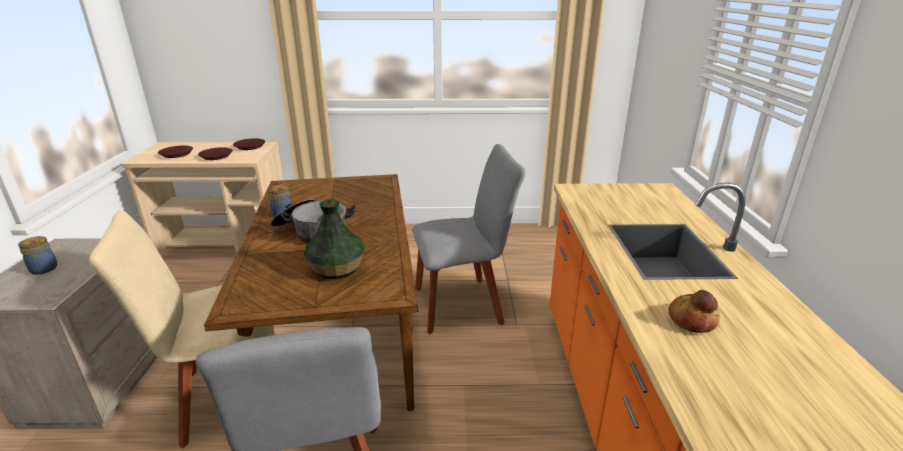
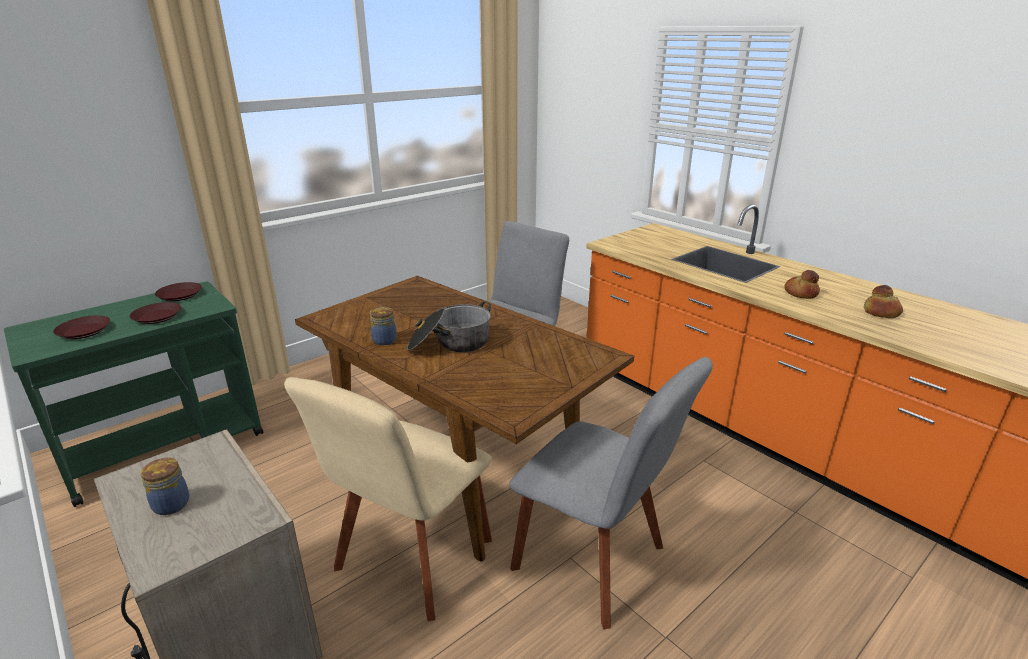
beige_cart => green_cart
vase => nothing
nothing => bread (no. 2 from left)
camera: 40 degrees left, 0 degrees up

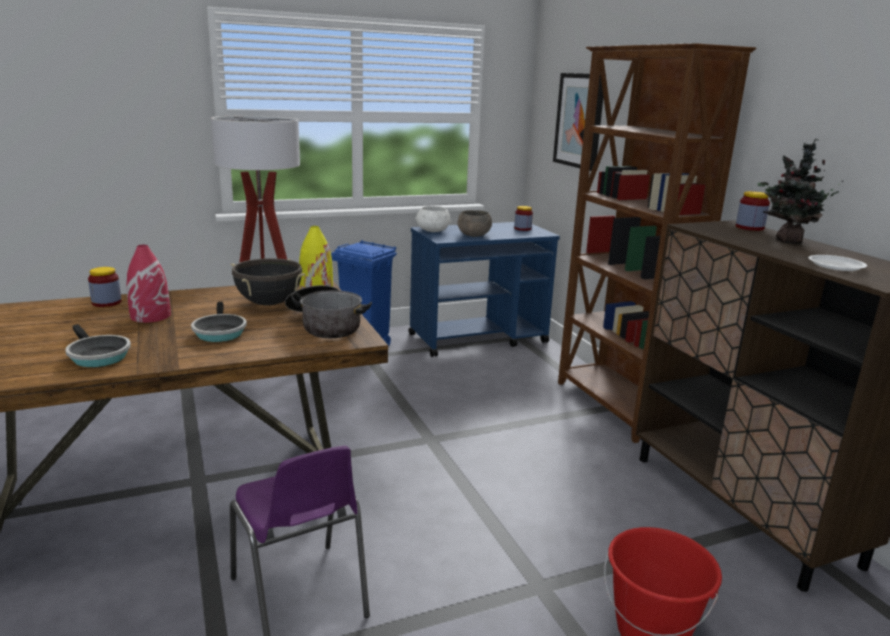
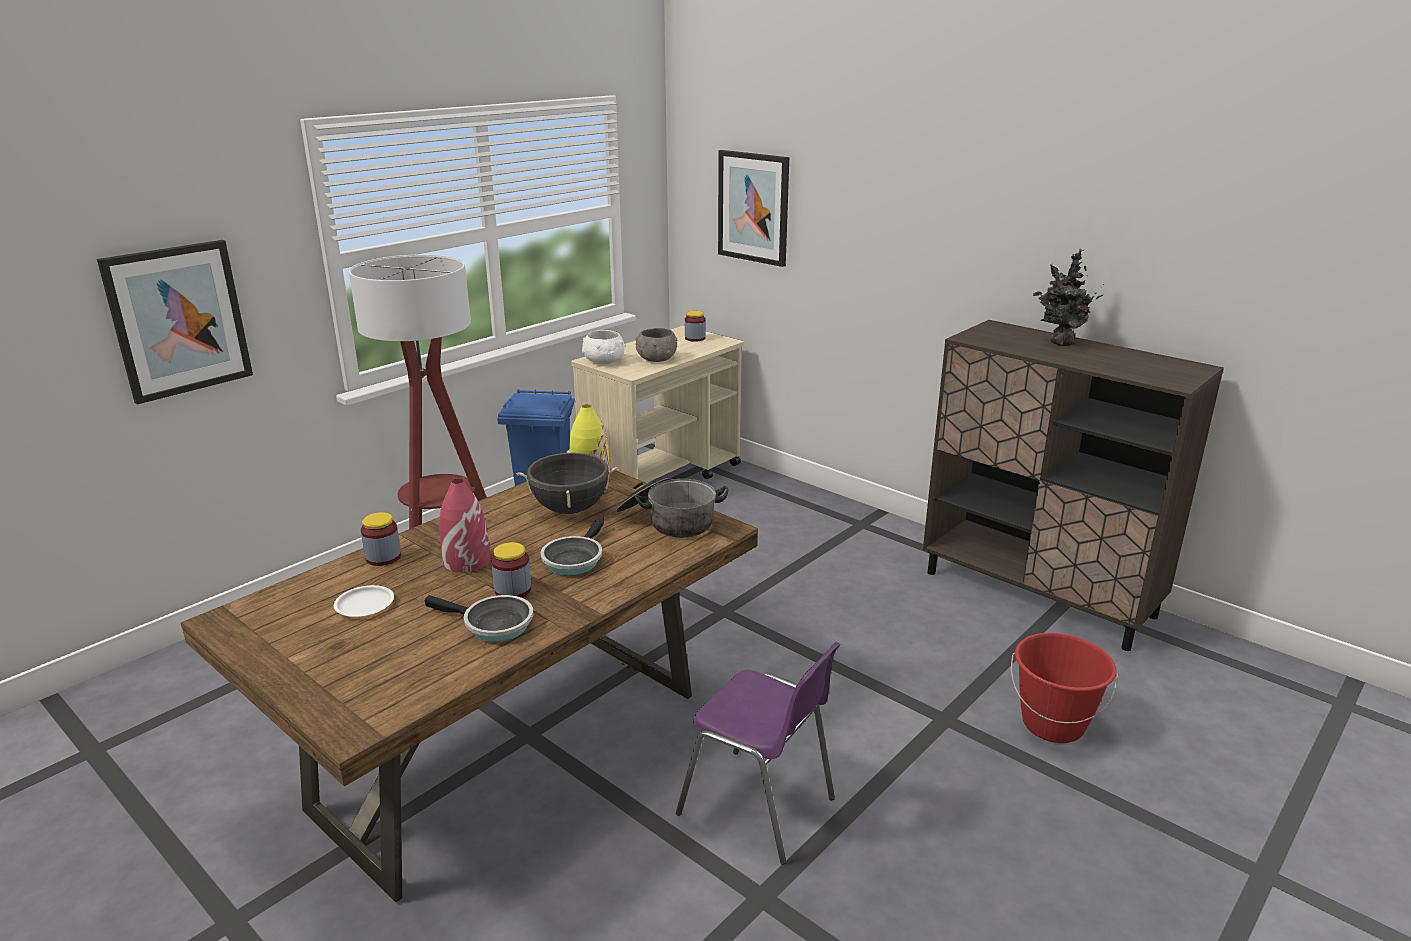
brown_bookcase => nothing
jar (no. 3 from left in the first image) => jar (no. 2 from left), relocated
blue_cart => beige_cart
white_plate, relocated
frying_pan (no. 2 from left), 60 degrees clockwise
nothing => picture (no. 1 from left)
camera: 25 degrees left, 5 degrees up

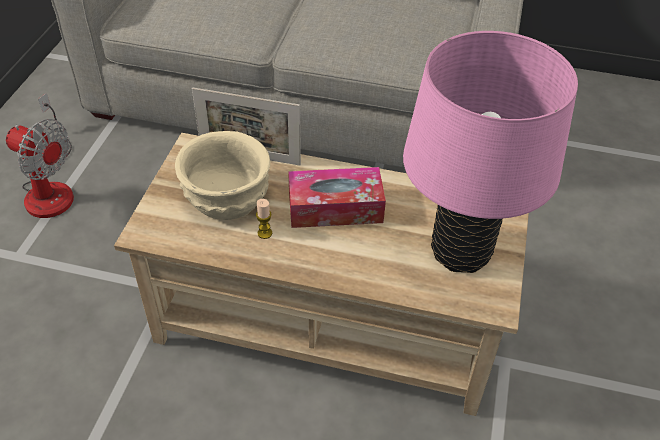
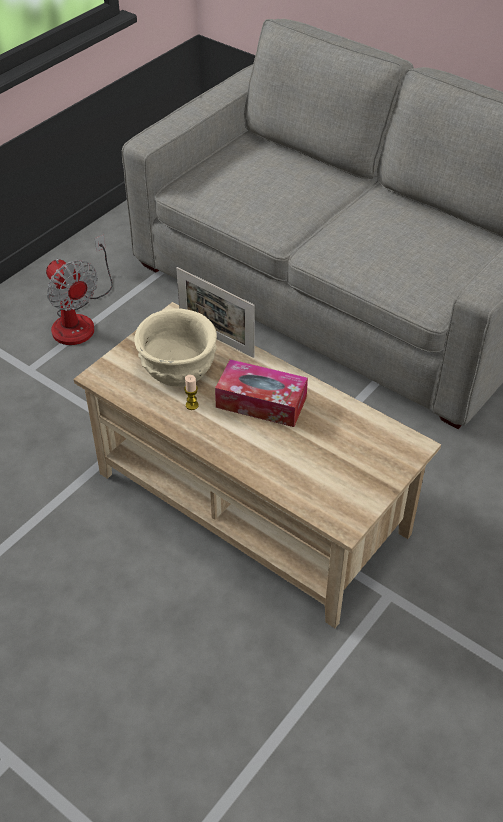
pink_table_lamp => nothing
camera: 25 degrees right, 0 degrees up

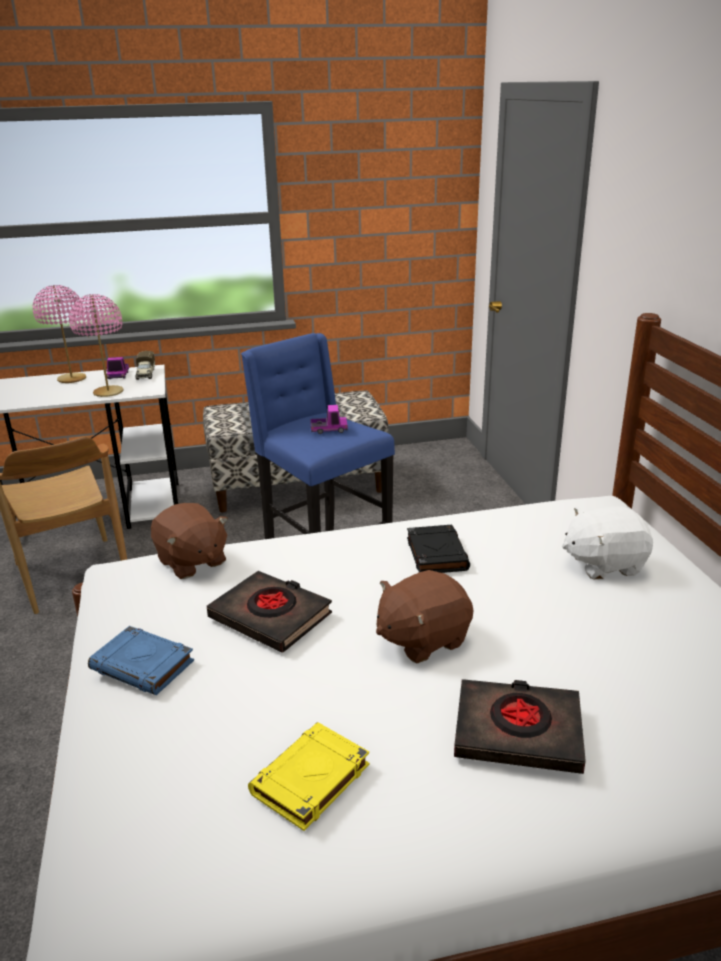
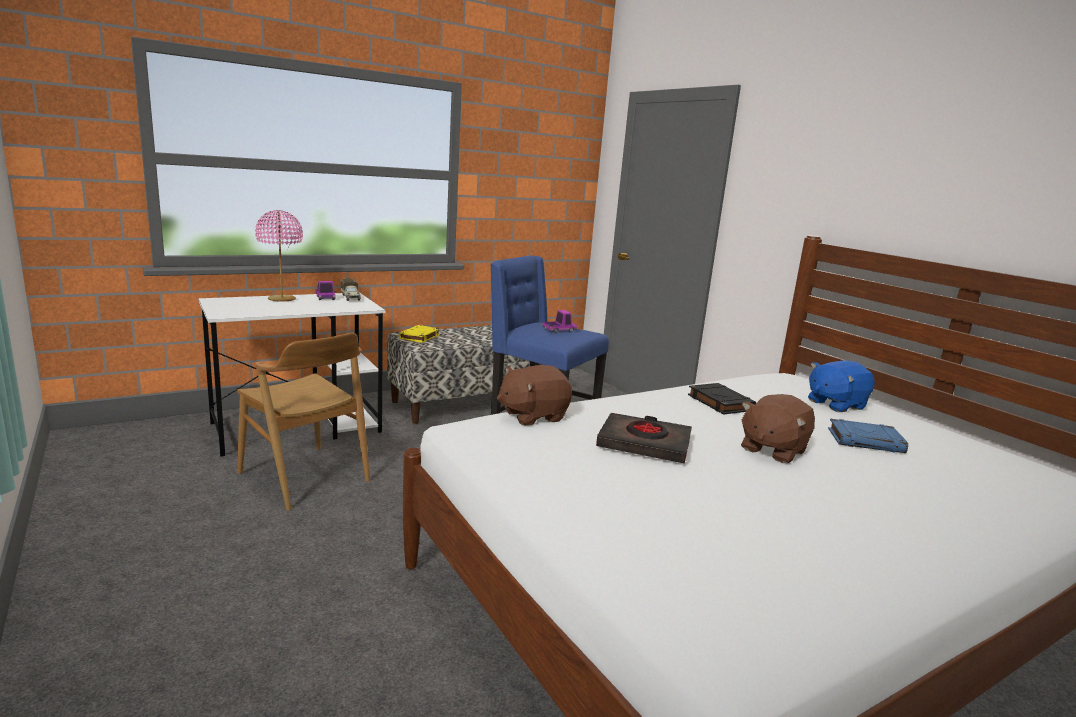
pink_table_lamp (no. 2 from left) => nothing
brown_plush_toy (no. 1 from left), 120 degrees clockwise
white_plush_toy => blue_plush_toy
blue_book, relocated
black_book (no. 3 from left) => nothing
yellow_book, relocated
camera: 20 degrees left, 10 degrees down

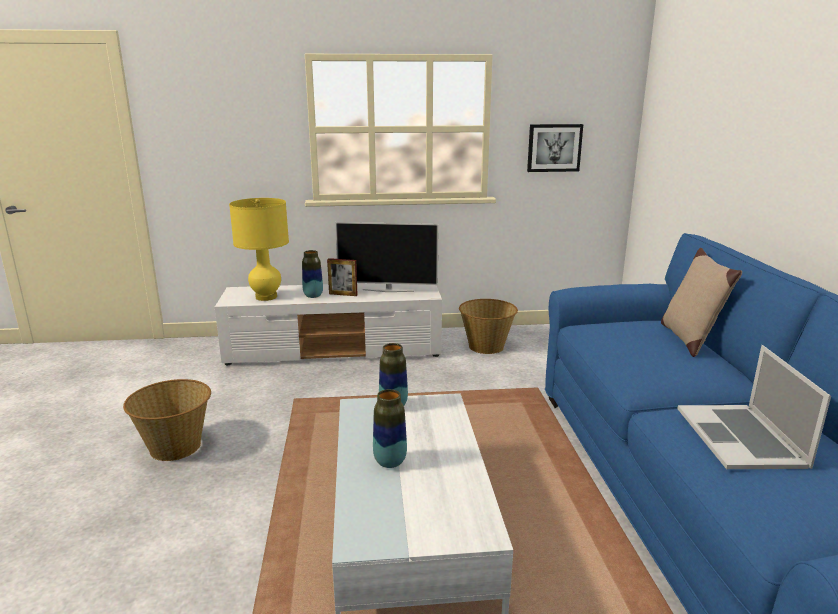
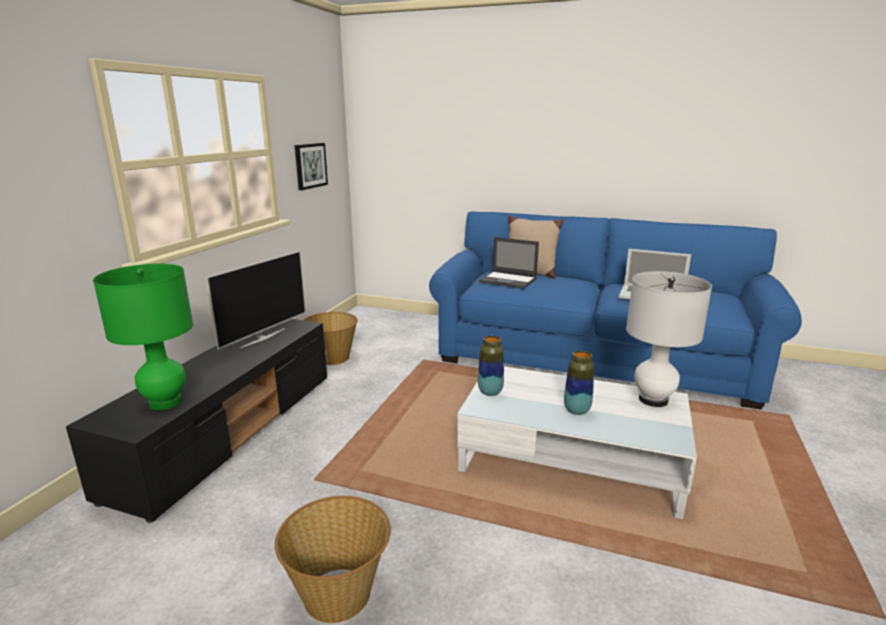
yellow_table_lamp => green_table_lamp
vase (no. 1 from left) => nothing
picture_frame => nothing
white_tv_stand => black_tv_stand
nothing => laptop (no. 1 from left)
nothing => white_table_lamp
camera: 65 degrees left, 0 degrees up

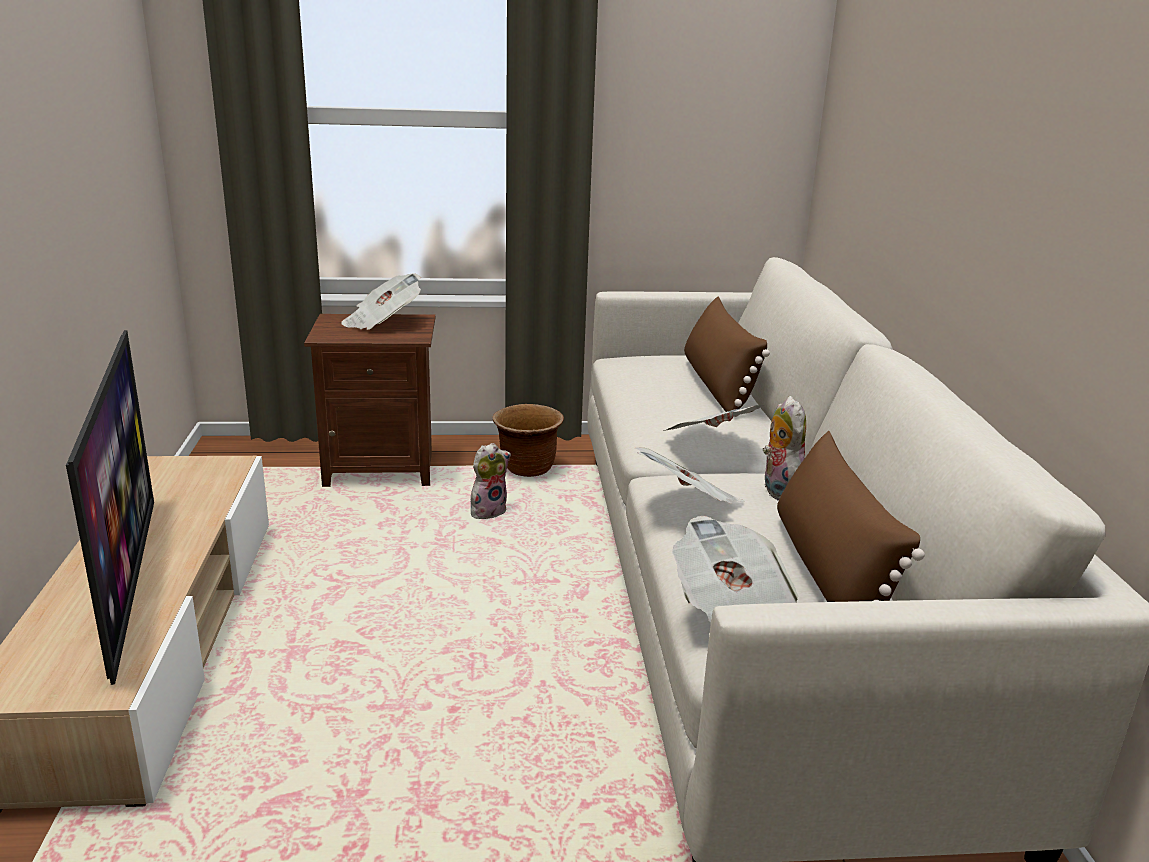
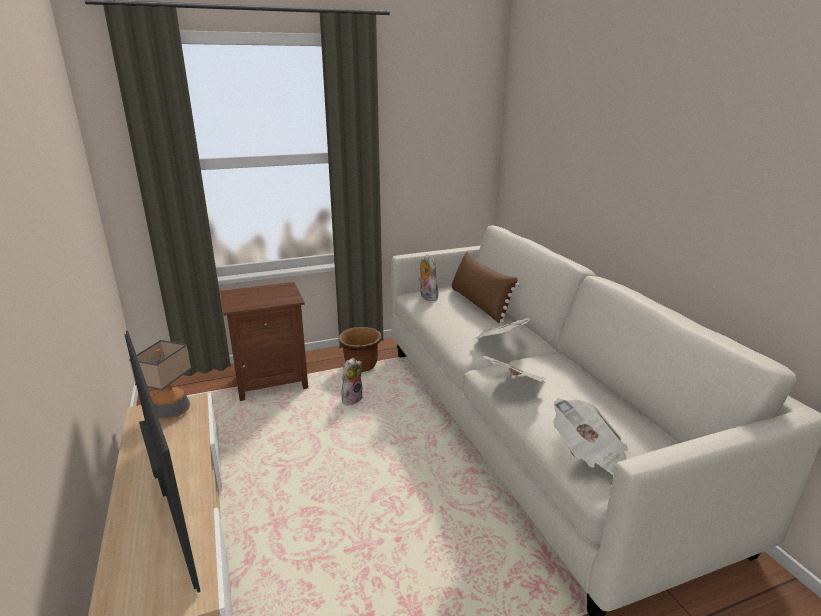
newspaper (no. 1 from left) => nothing
plush_toy (no. 2 from left), relocated
brown_pillow (no. 2 from left) => nothing
nothing => table_lamp
camera: 15 degrees left, 0 degrees up

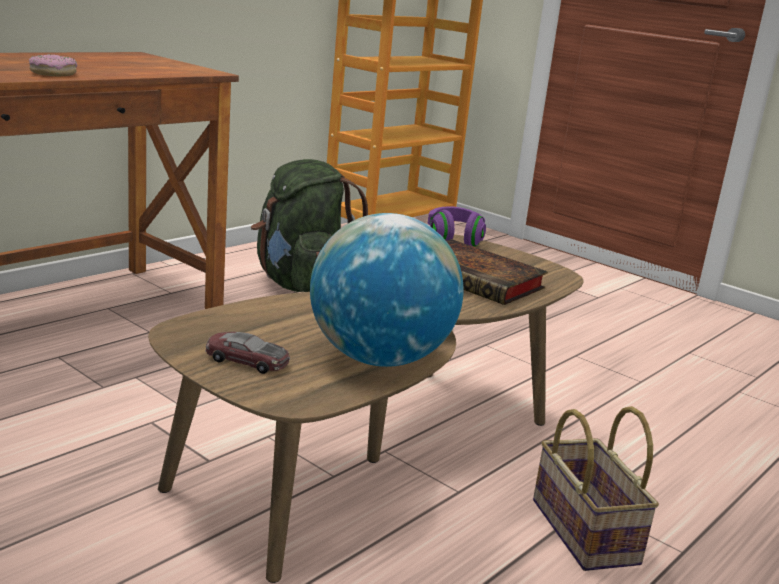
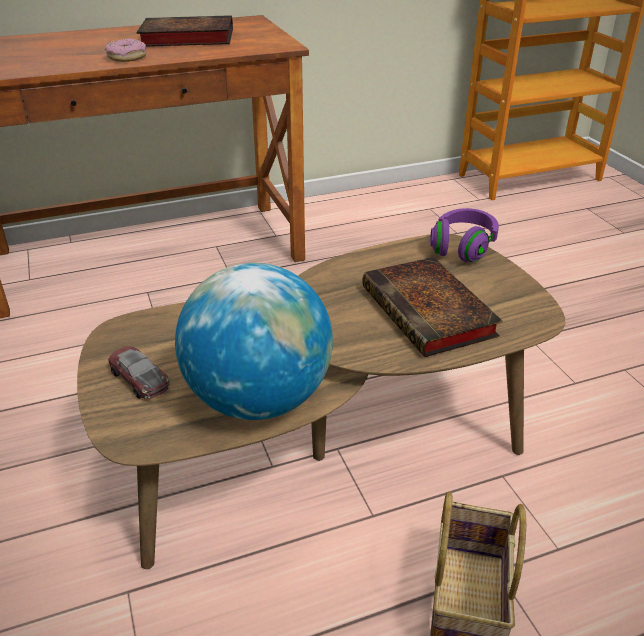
green_backpack => nothing
nothing => book (no. 1 from left)
camera: 30 degrees right, 15 degrees up

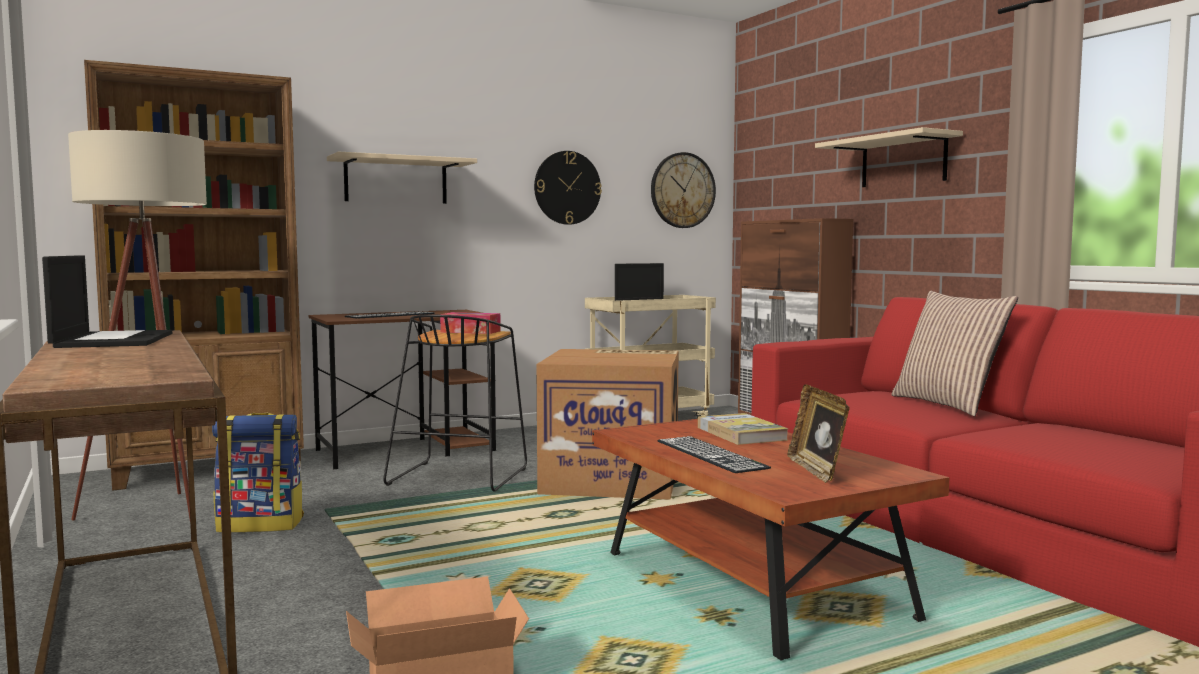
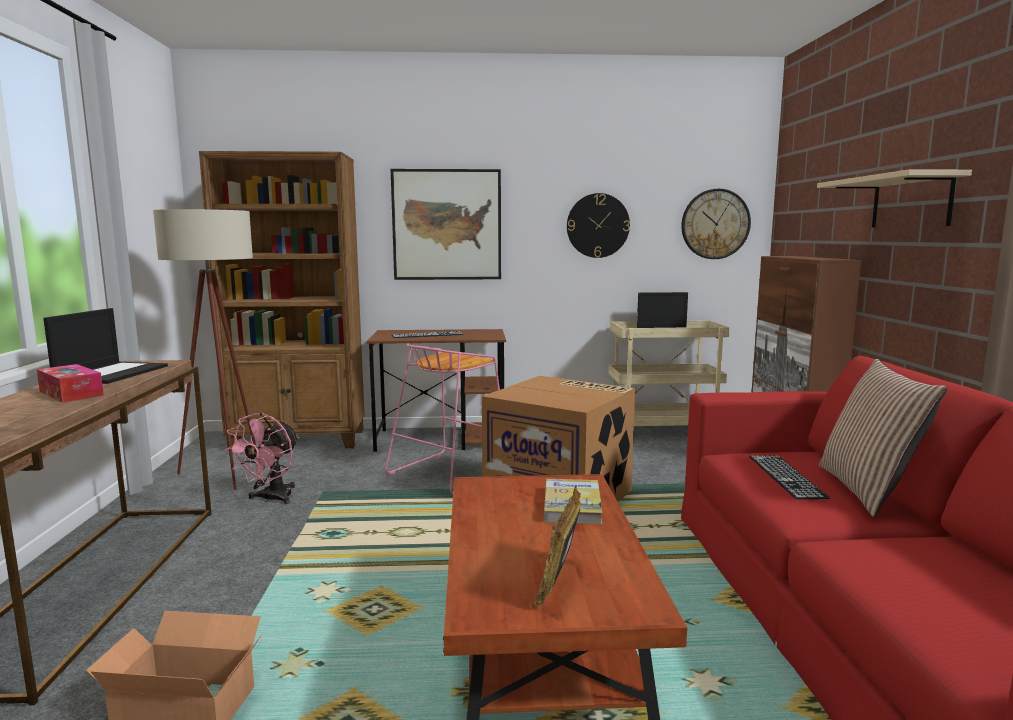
beige_shelf (no. 1 from left) => picture
tissue_box, relocated
black_stool => pink_stool
backpack => pink_fan
keyboard (no. 2 from left), relocated
camera: 25 degrees right, 5 degrees up

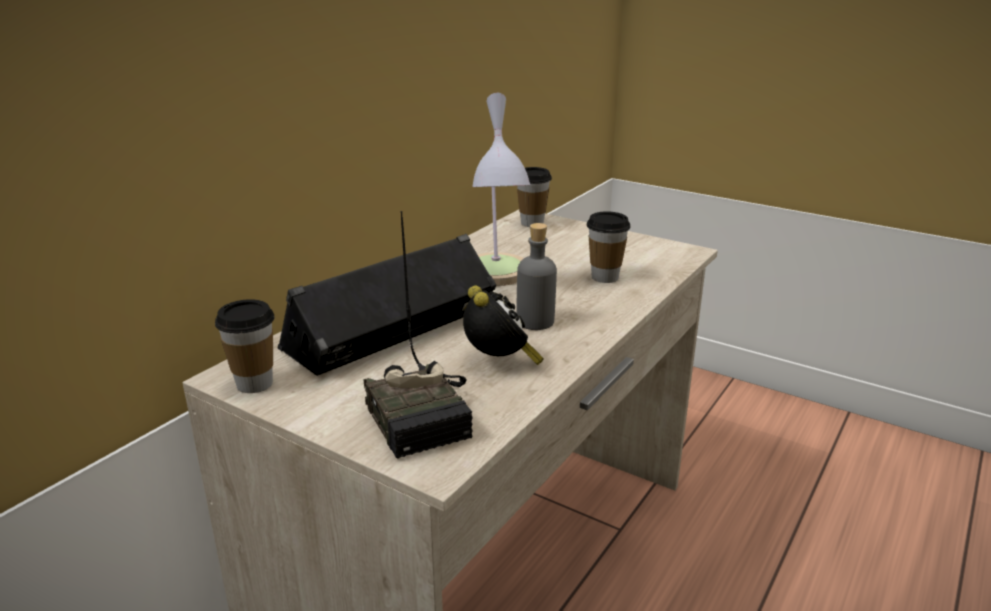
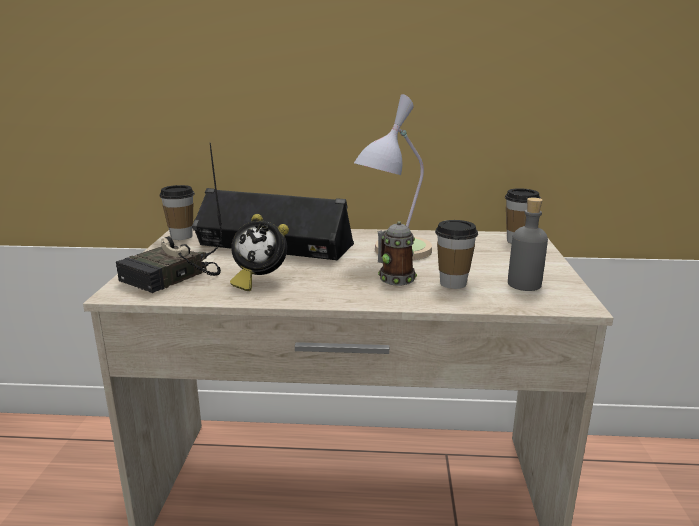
grey_bottle, relocated
alarm_clock, 60 degrees clockwise
nothing => mug
camera: 60 degrees right, 5 degrees down

